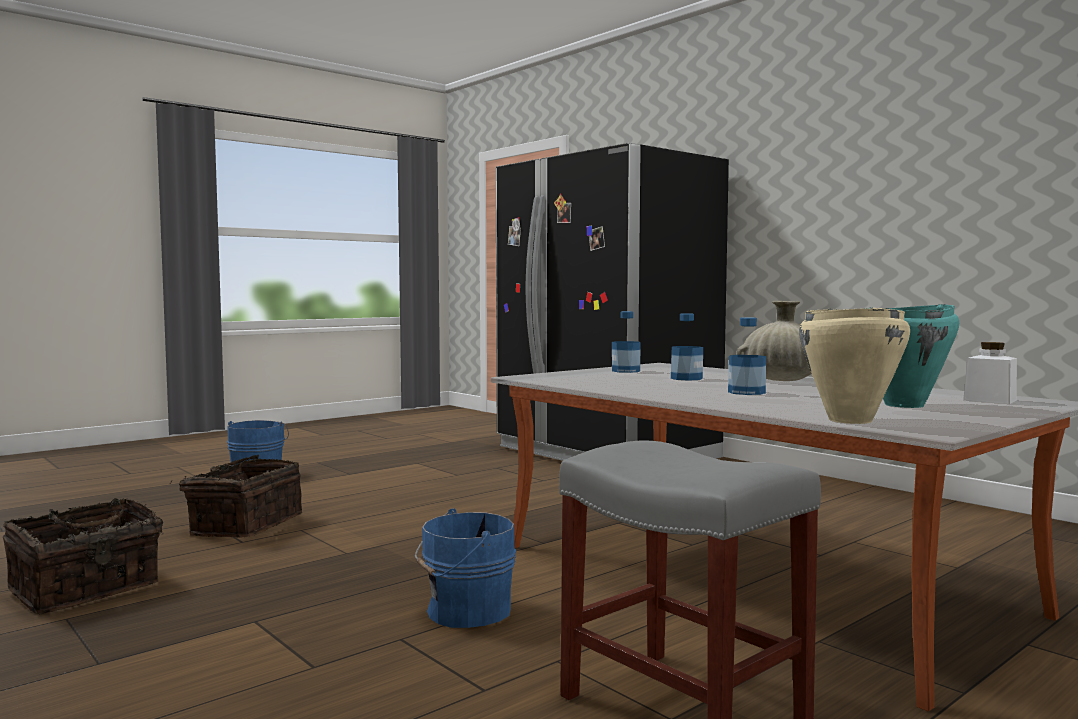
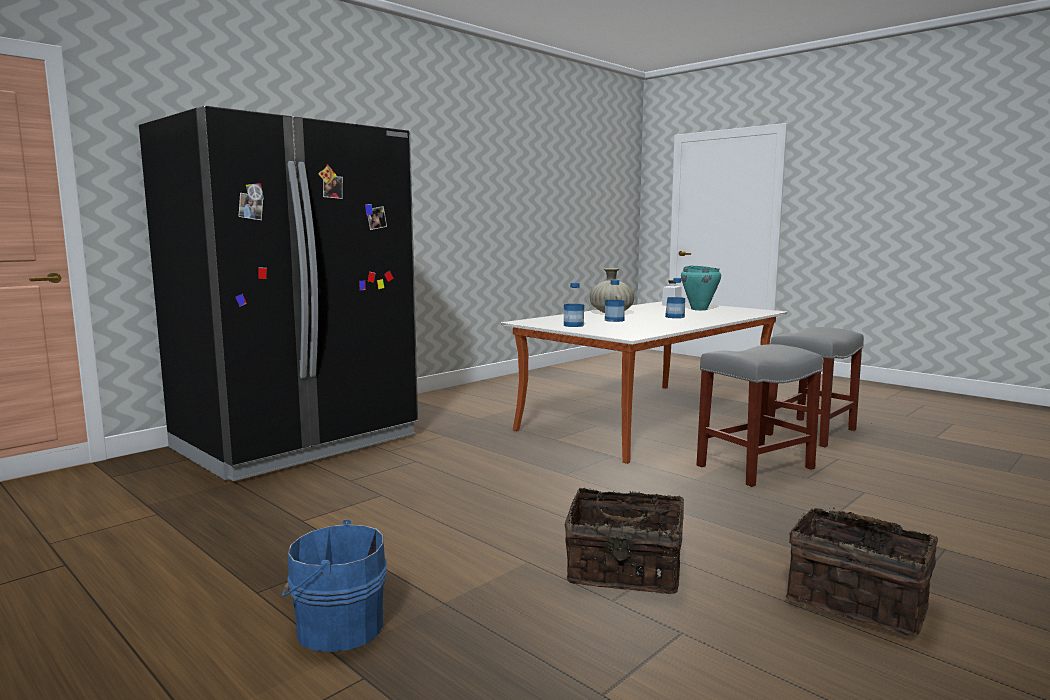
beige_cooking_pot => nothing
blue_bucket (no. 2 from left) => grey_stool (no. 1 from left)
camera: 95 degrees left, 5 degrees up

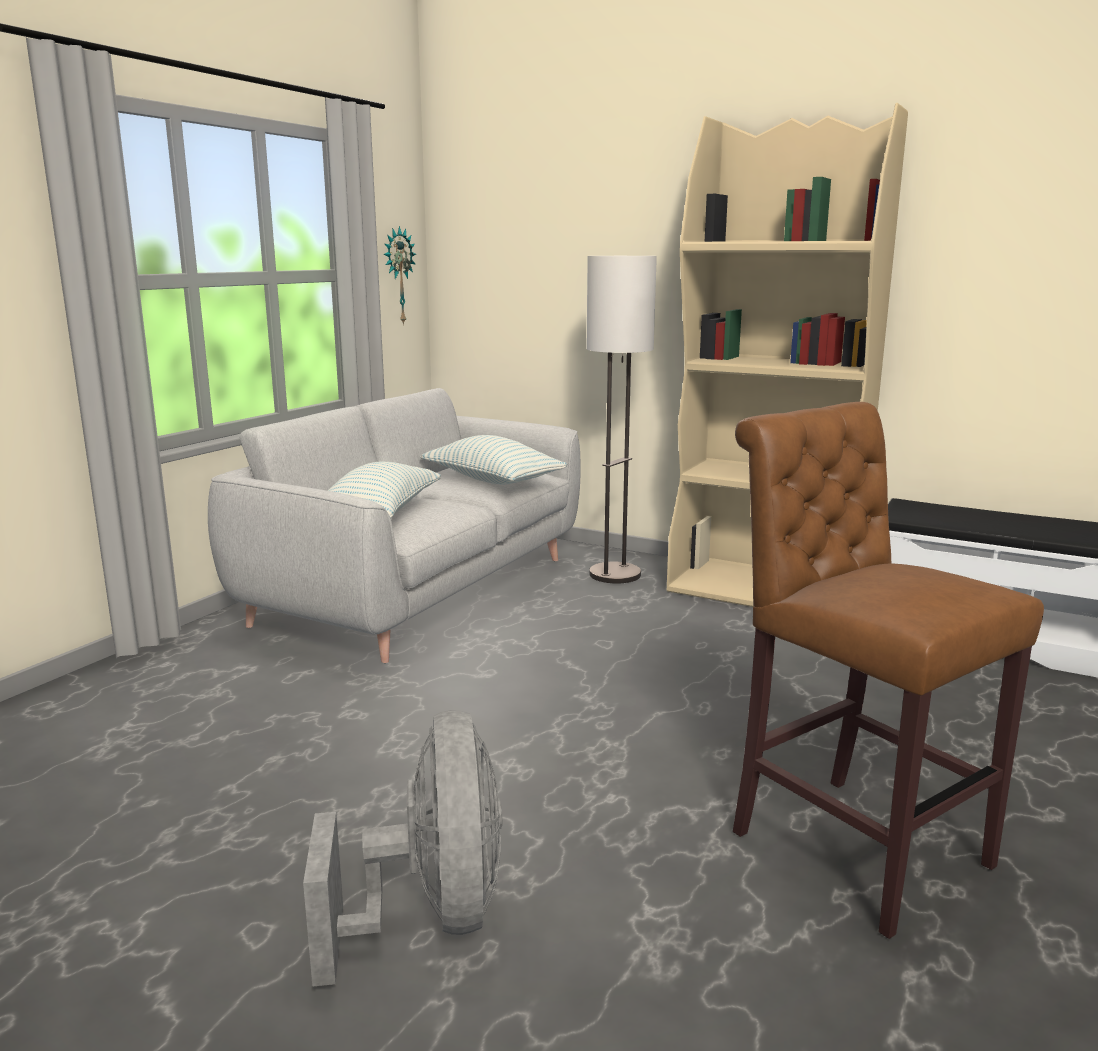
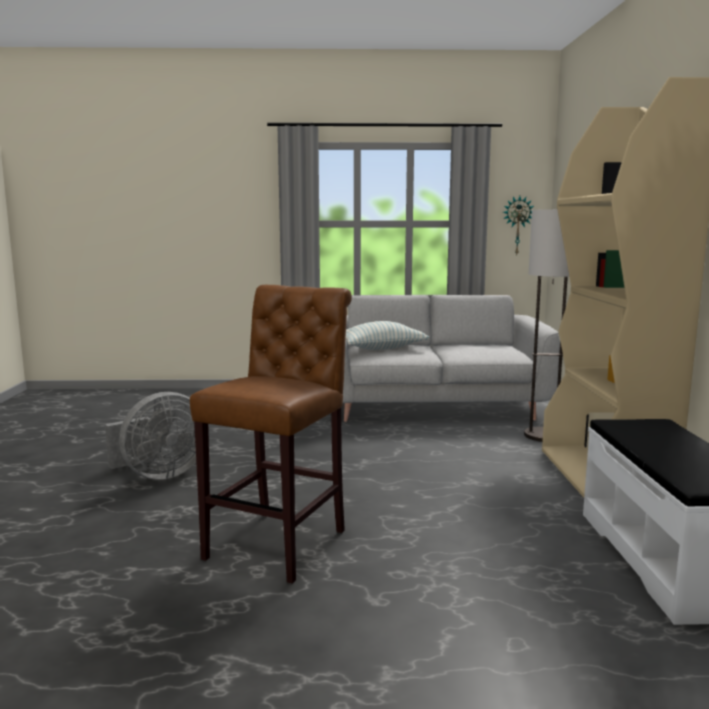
pillow (no. 2 from left) => nothing
camera: 60 degrees right, 5 degrees down

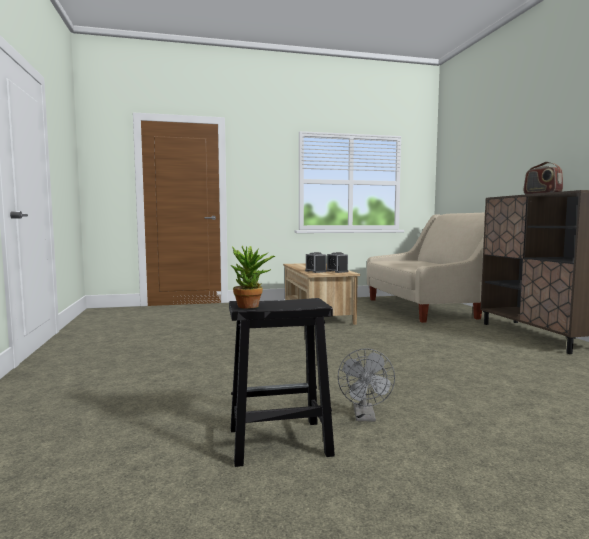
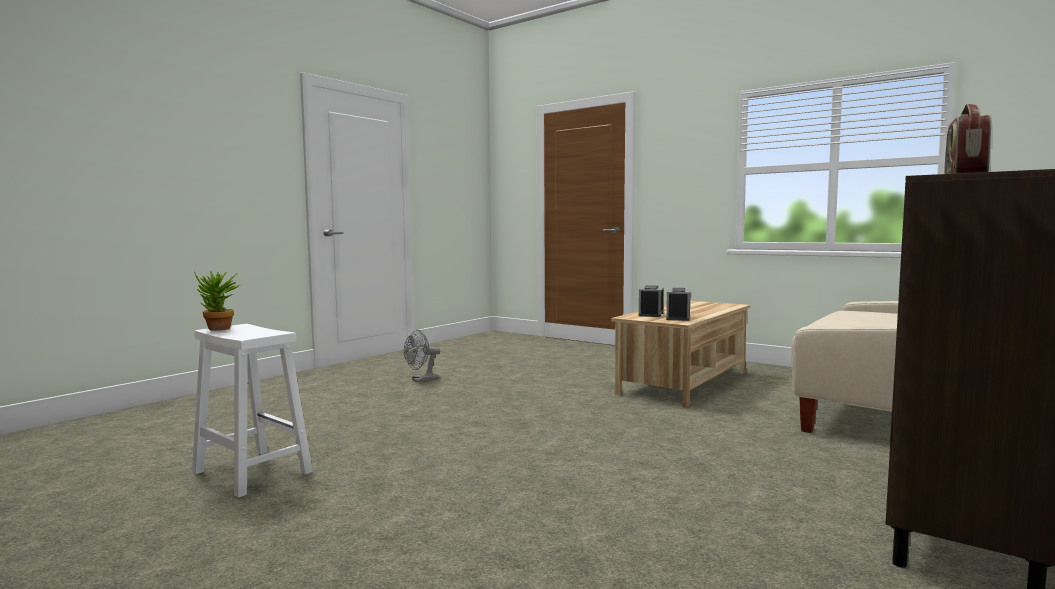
black_stool => white_stool
grey_fan, relocated
camera: 50 degrees right, 0 degrees up

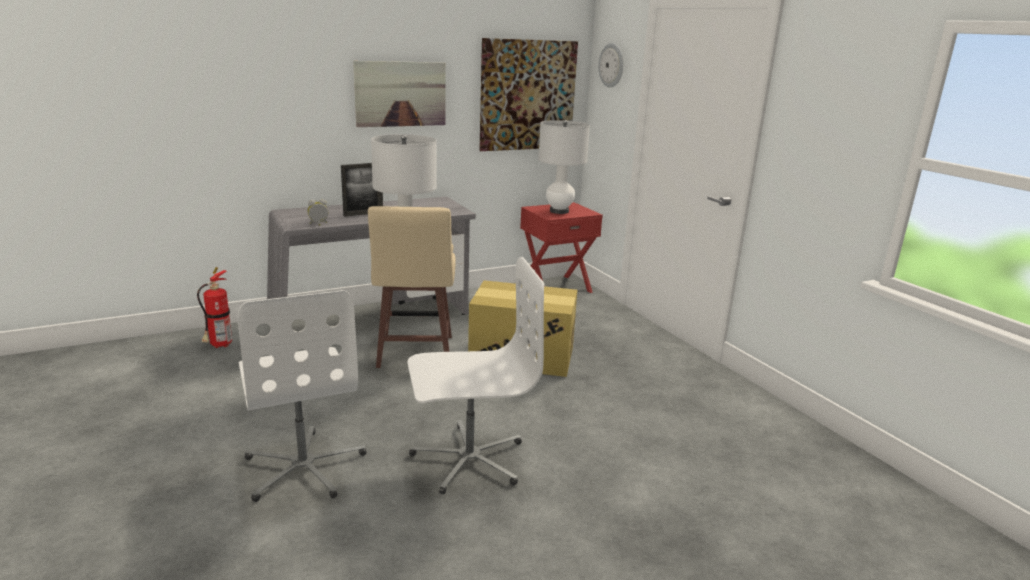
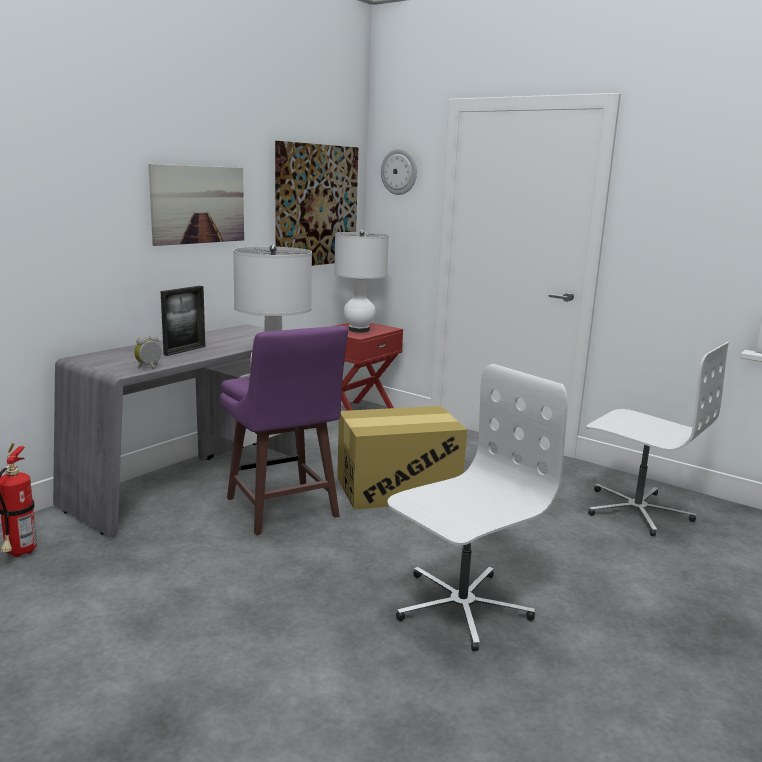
beige_stool => purple_stool
white_office_chair (no. 1 from left in the first image) => white_office_chair (no. 2 from left), relocated
camera: 25 degrees left, 5 degrees down

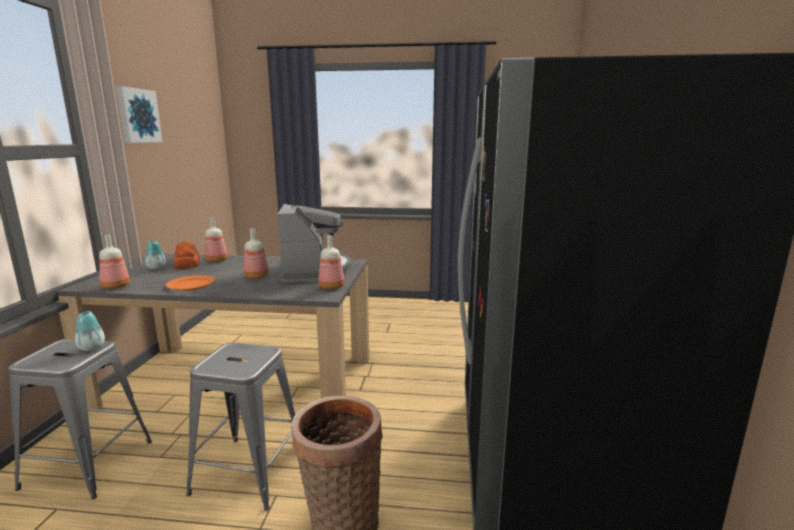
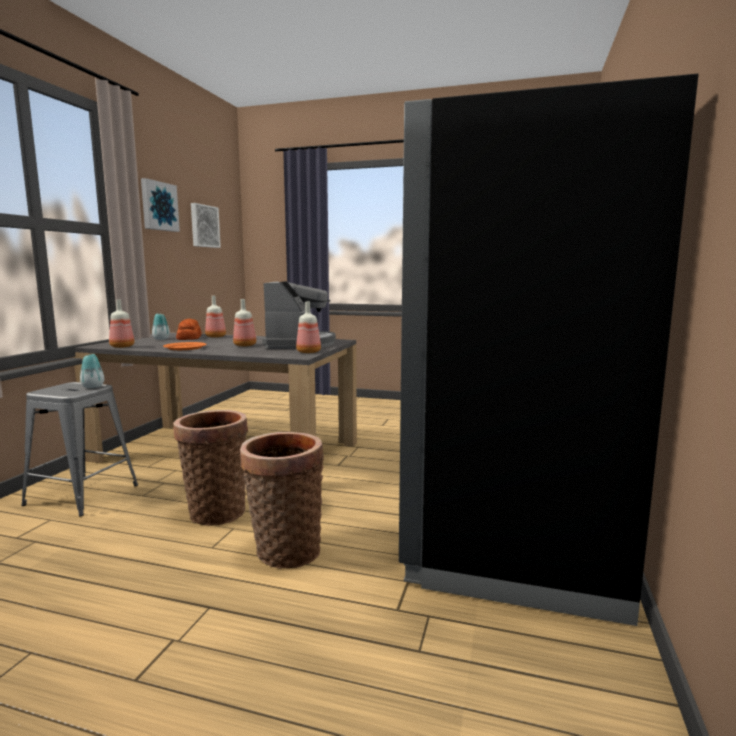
grey_stool (no. 2 from left) => basket (no. 1 from left)
nothing => picture (no. 2 from left)
camera: 10 degrees right, 5 degrees down

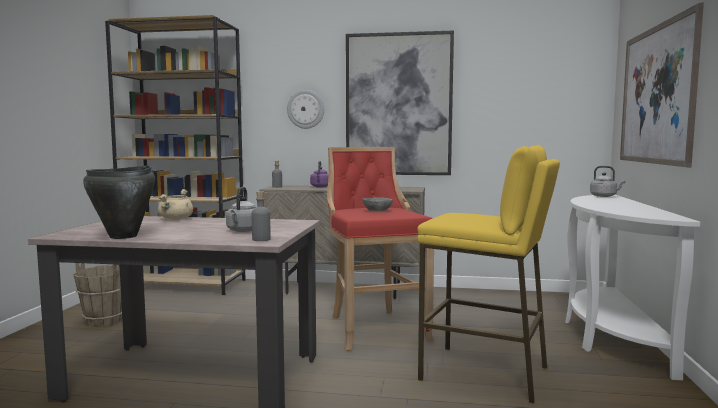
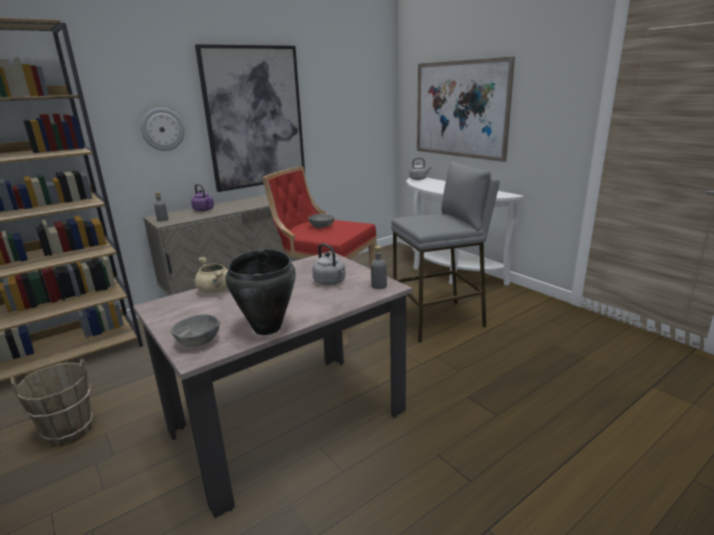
yellow_stool => grey_stool
nothing => grey_bowl (no. 1 from left)
camera: 45 degrees left, 15 degrees up

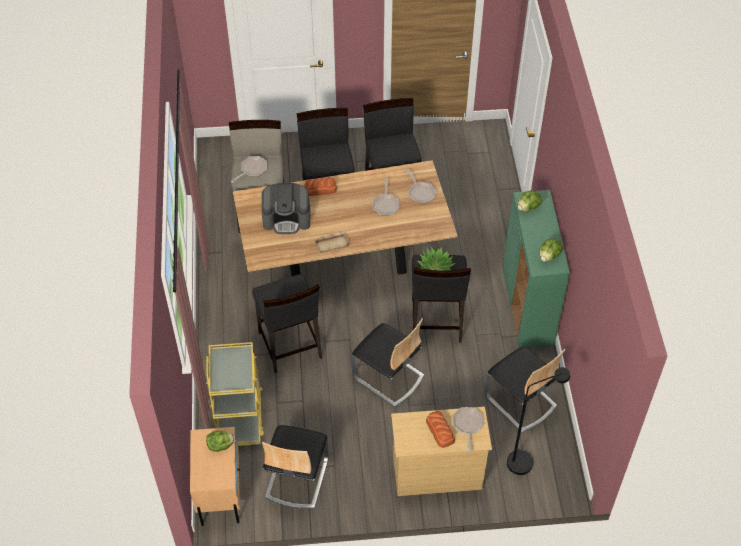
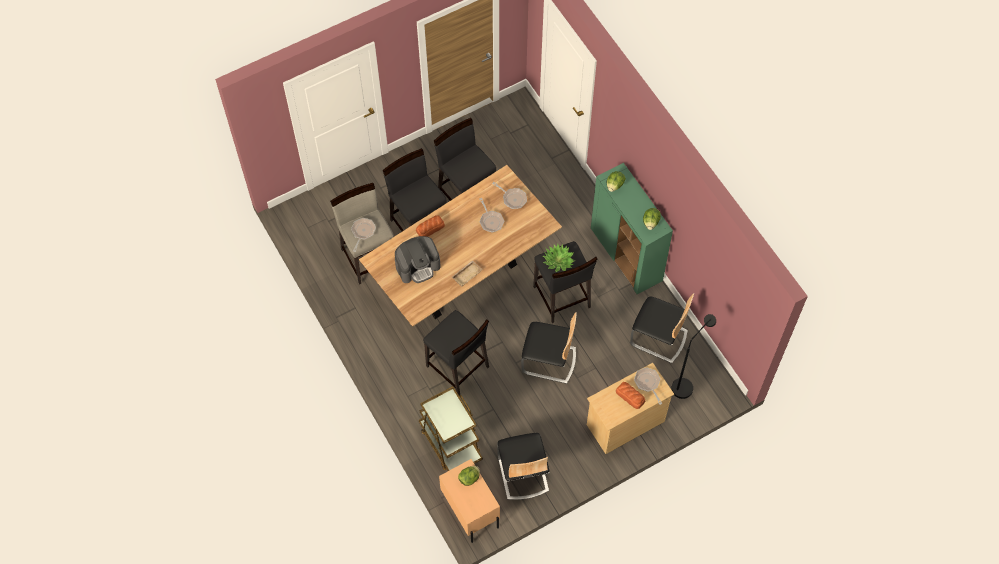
yellow_cart => brown_cart
camera: 25 degrees left, 10 degrees up

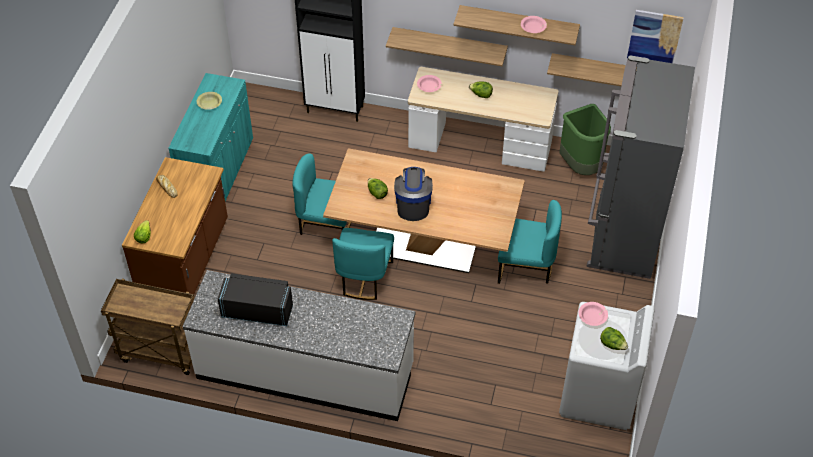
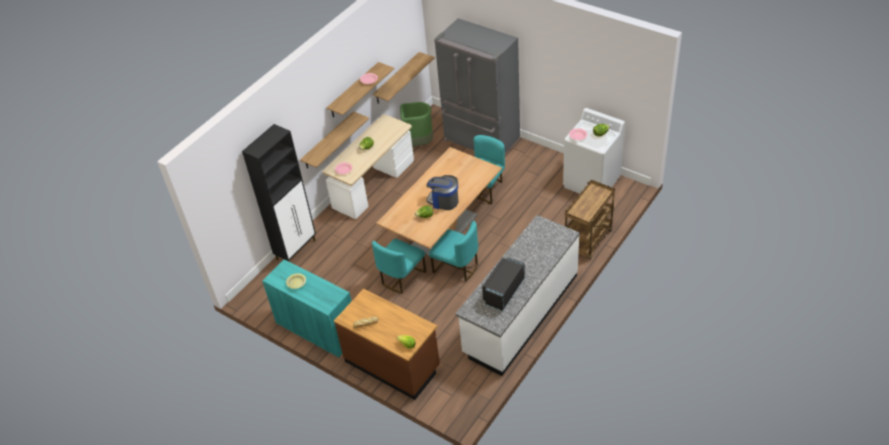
picture => nothing
brown_cart, relocated
camera: 65 degrees left, 5 degrees down

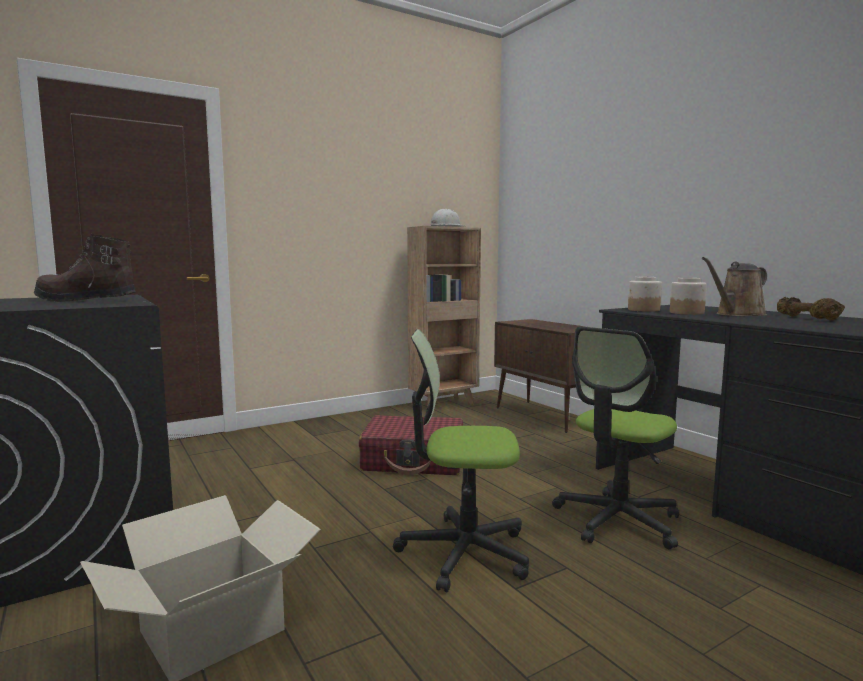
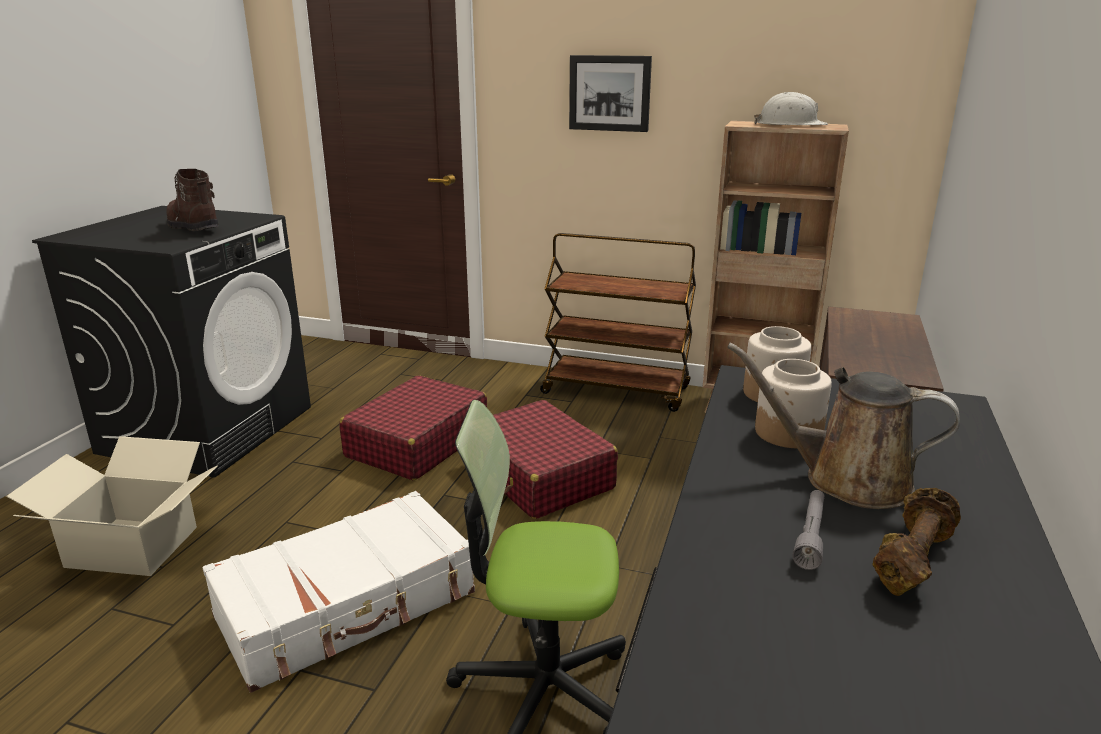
office_chair (no. 1 from left) => white_suitcase
nothing => picture
nothing => brown_cart
nothing => red_suitcase (no. 1 from left)
nothing => grey_flashlight
camera: 50 degrees right, 15 degrees up

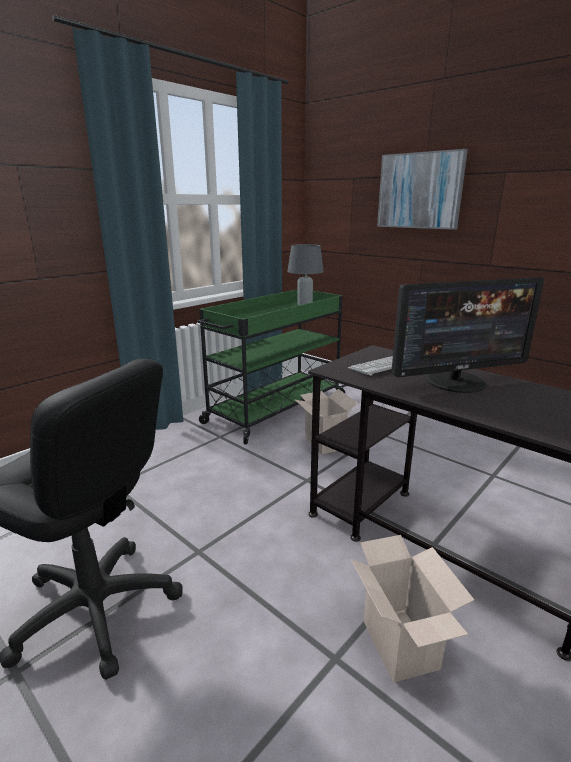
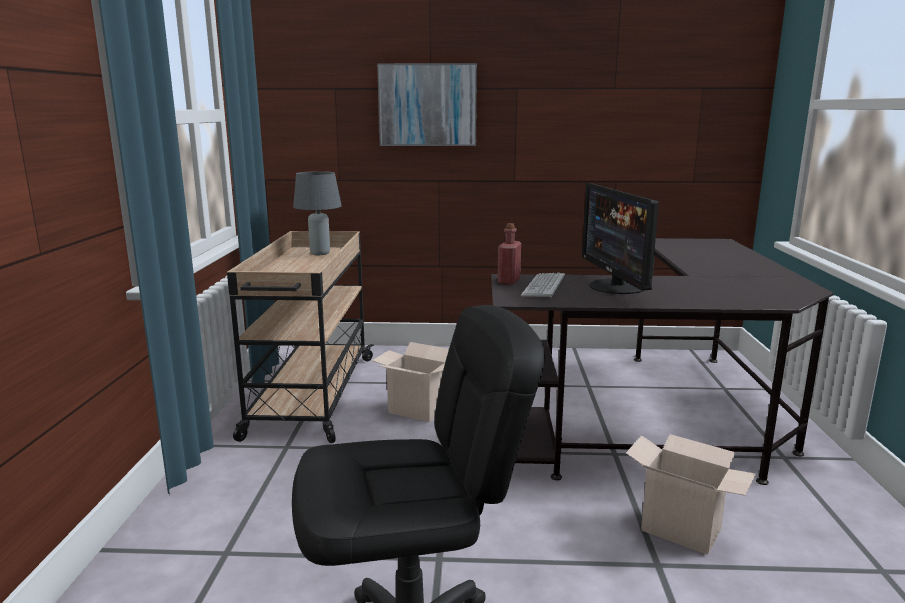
monitor, 135 degrees clockwise
green_cart => beige_cart
nothing => red_bottle
camera: 40 degrees left, 5 degrees down

